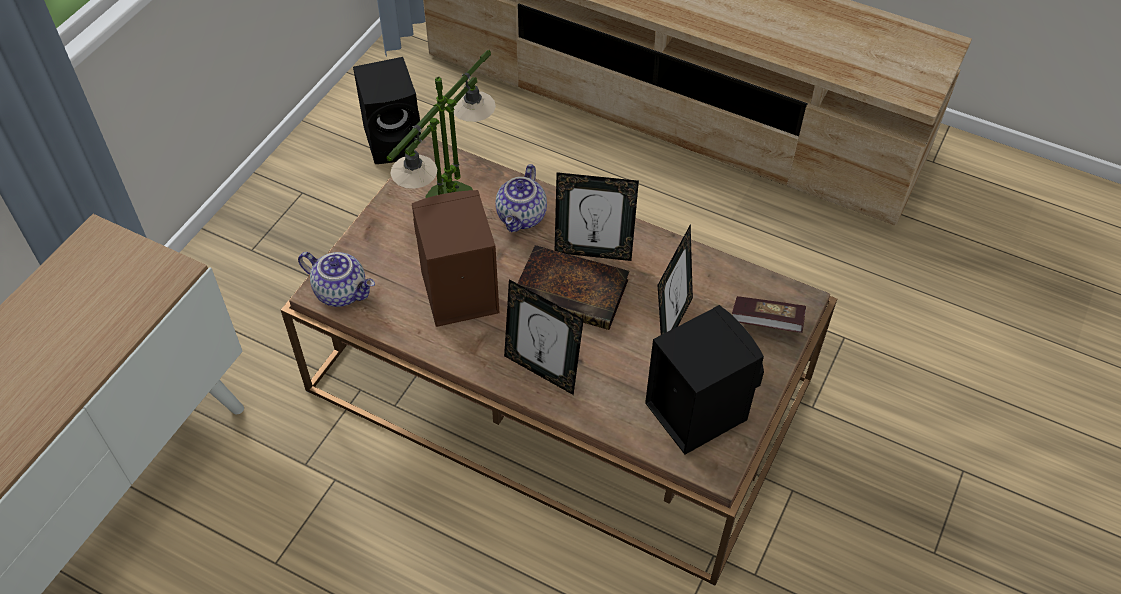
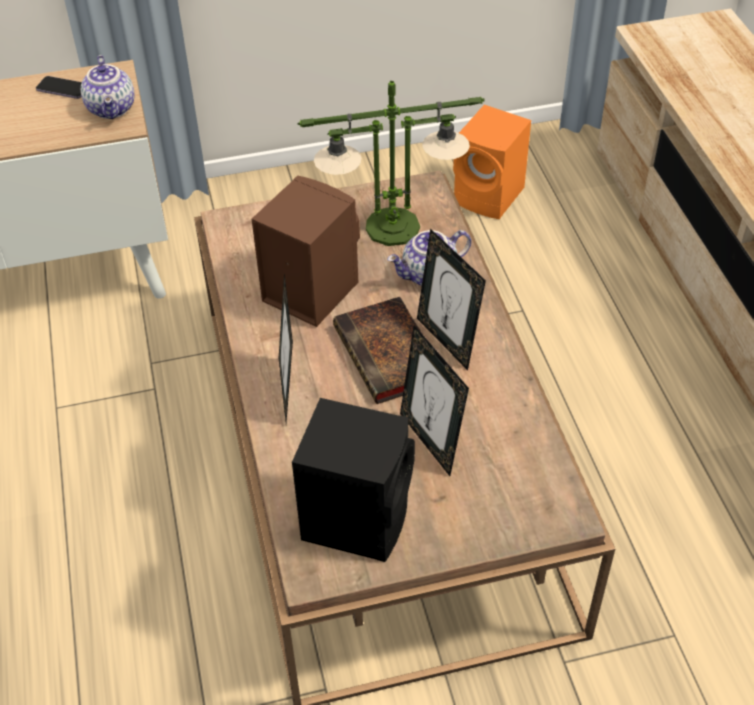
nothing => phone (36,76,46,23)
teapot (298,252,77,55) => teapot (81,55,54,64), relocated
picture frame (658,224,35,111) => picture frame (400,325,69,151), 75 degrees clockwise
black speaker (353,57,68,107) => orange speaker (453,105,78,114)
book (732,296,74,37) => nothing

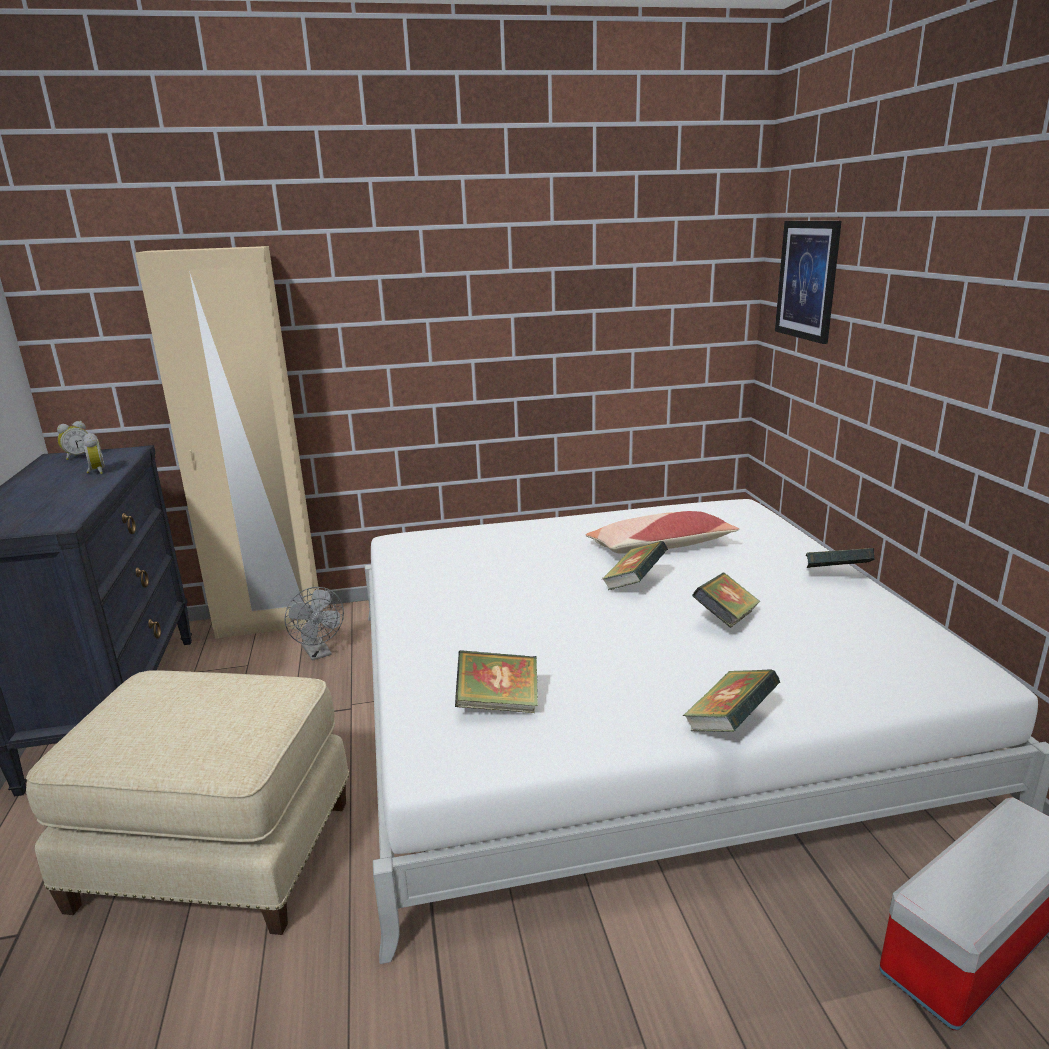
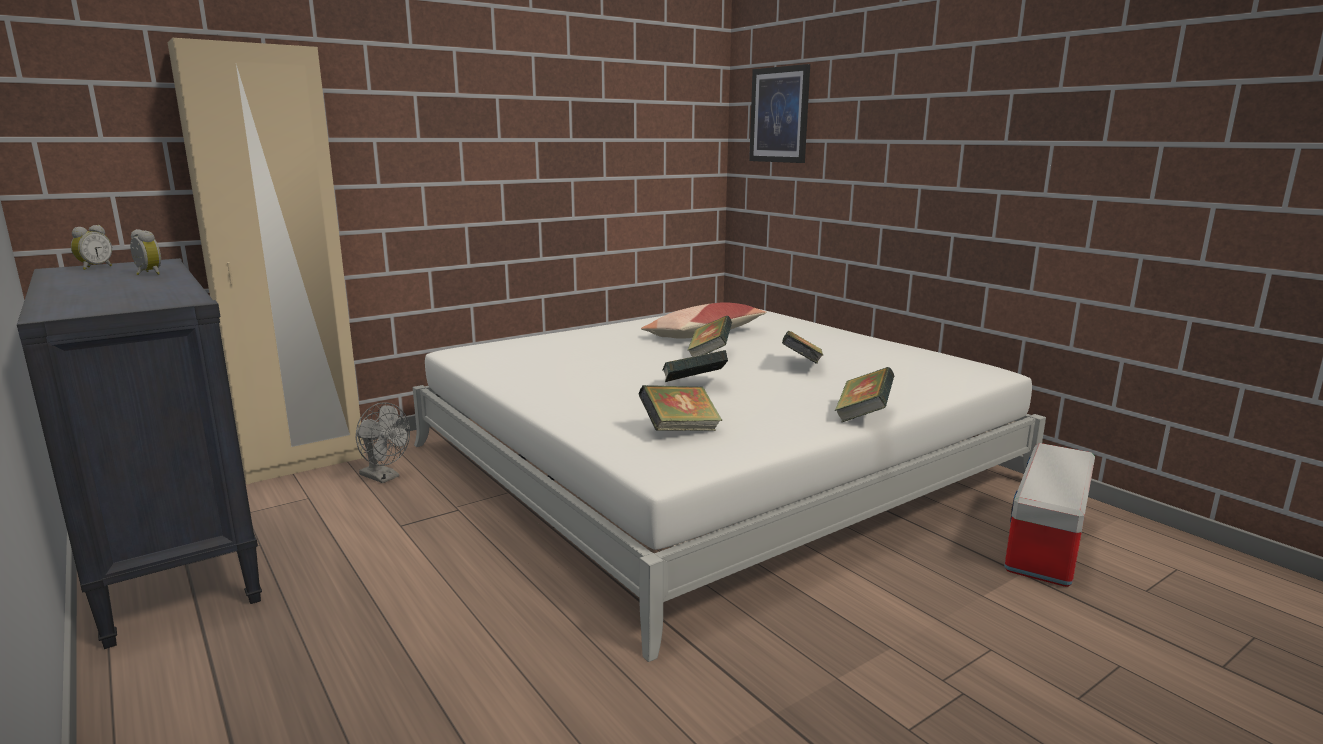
book (805,548,69,20) => book (662,350,66,32), relocated
beige ottoman (26,670,324,265) => nothing

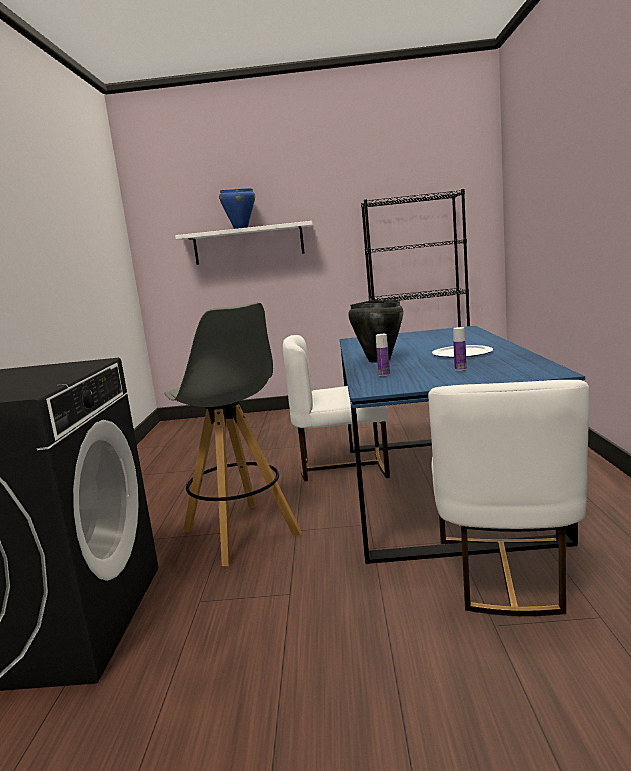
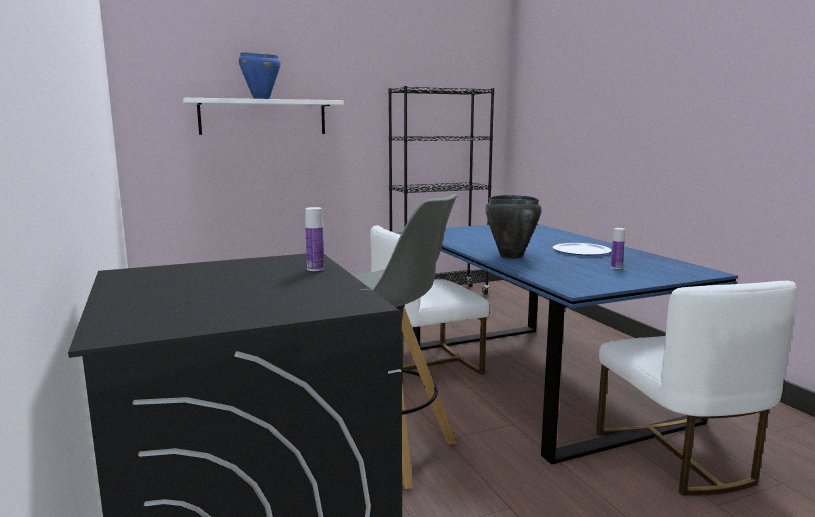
bottle (376,334,14,42) => bottle (305,207,19,64), relocated

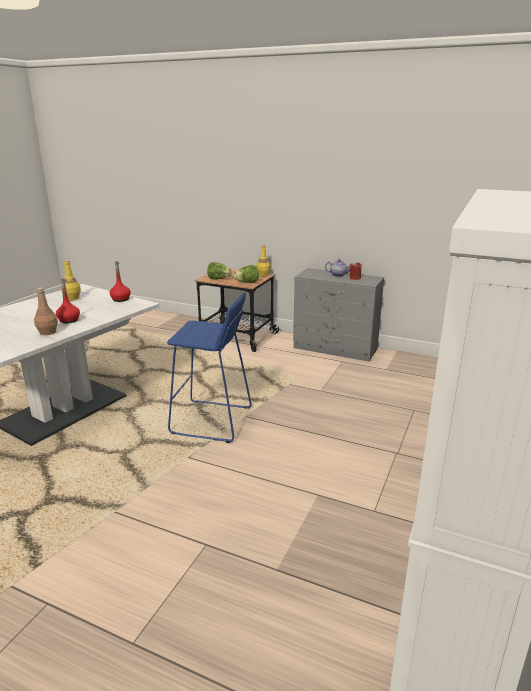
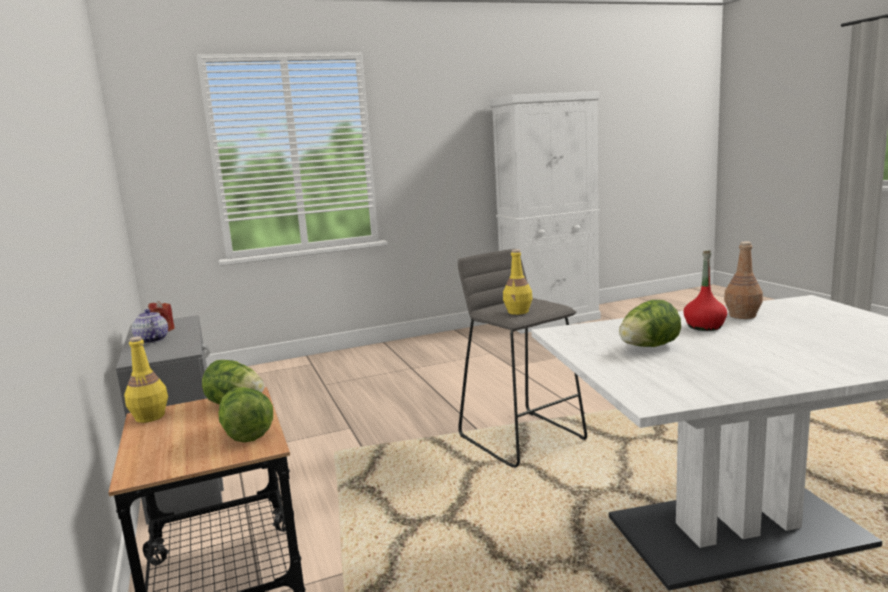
blue stool (167,292,84,151) => grey stool (458,249,129,219)
yellow bottle (61,260,20,41) => yellow bottle (503,249,29,66), relocated
nothing => lettuce (619,300,62,47)
red bottle (110,261,21,41) => nothing

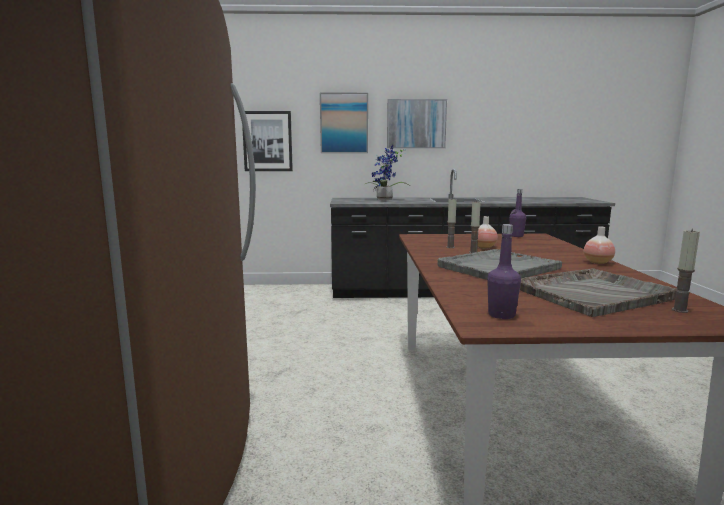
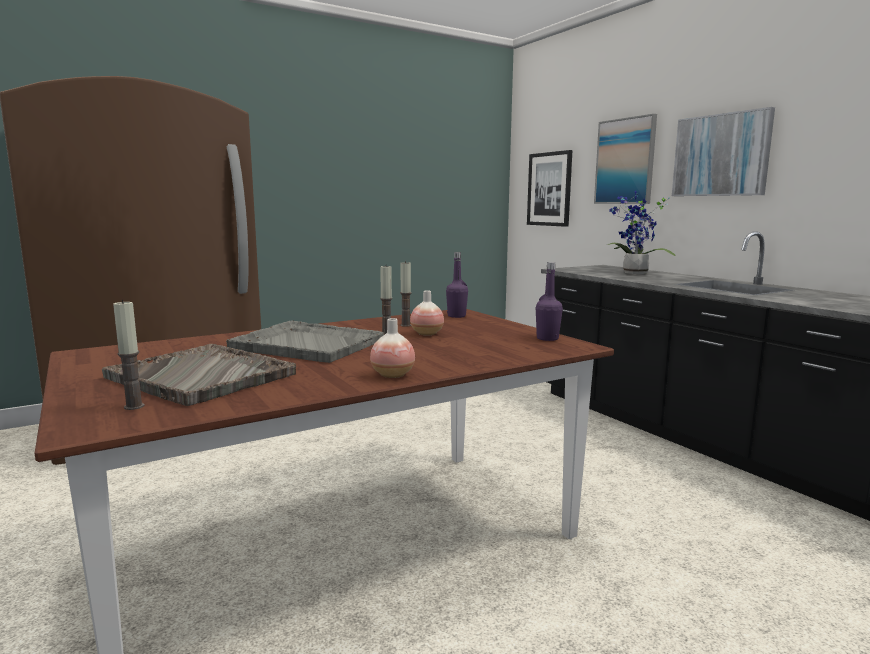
purple bottle (487,224,34,95) => purple bottle (446,252,22,66), relocated

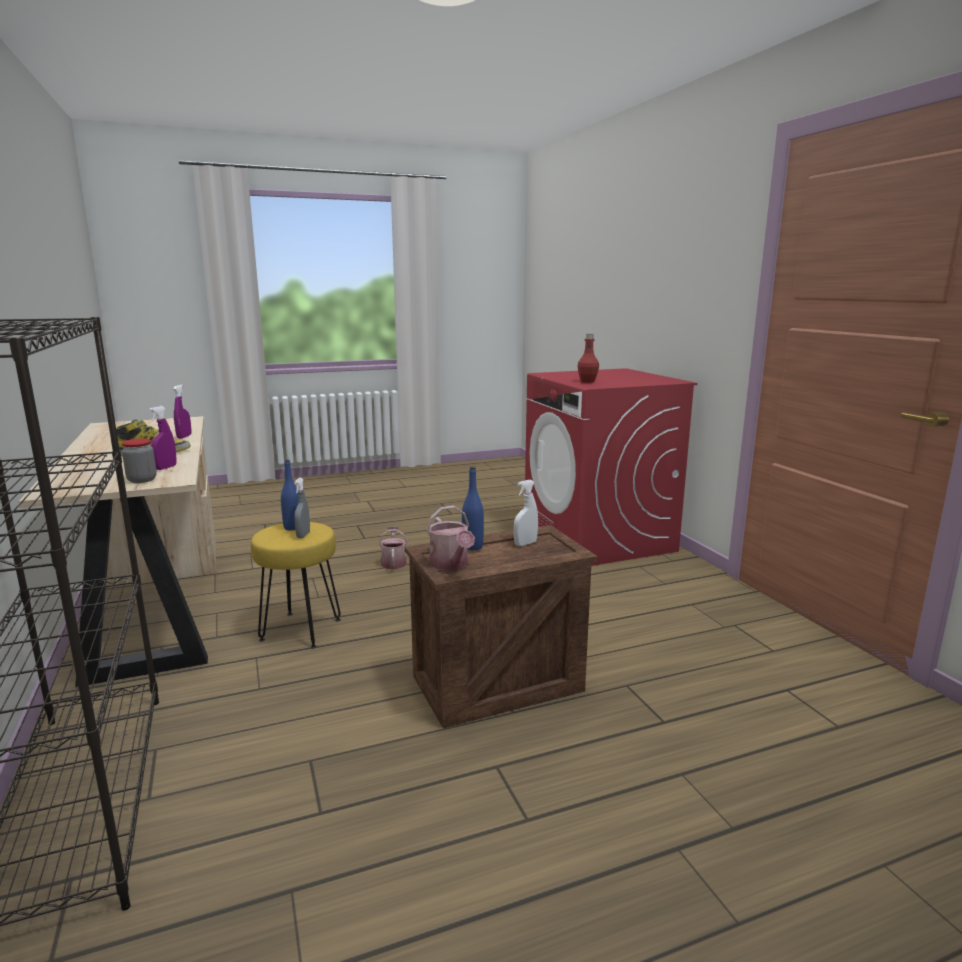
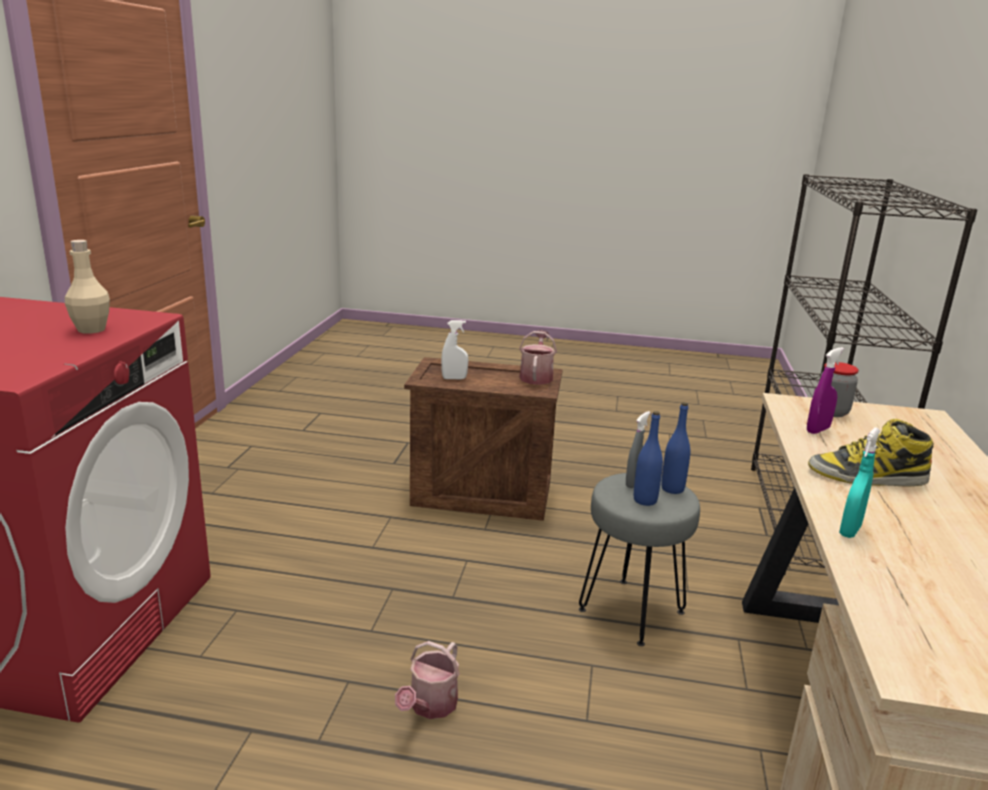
red bottle (578,334,21,49) => beige bottle (65,240,45,94)
yellow stool (251,522,90,126) => grey stool (579,473,121,173)
blue bottle (462,467,22,83) => blue bottle (661,402,29,92), relocated
purple spray bottle (173,384,19,55) => turquoise spray bottle (839,427,41,111)

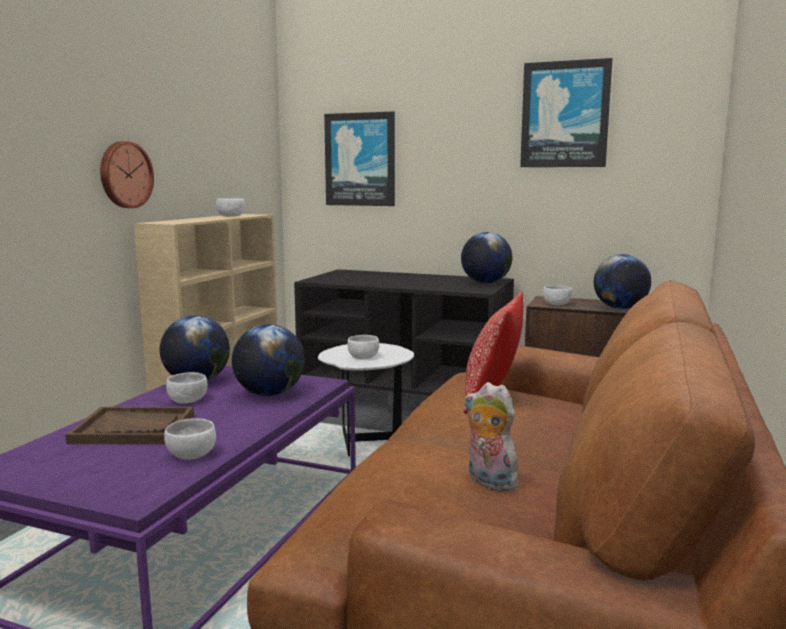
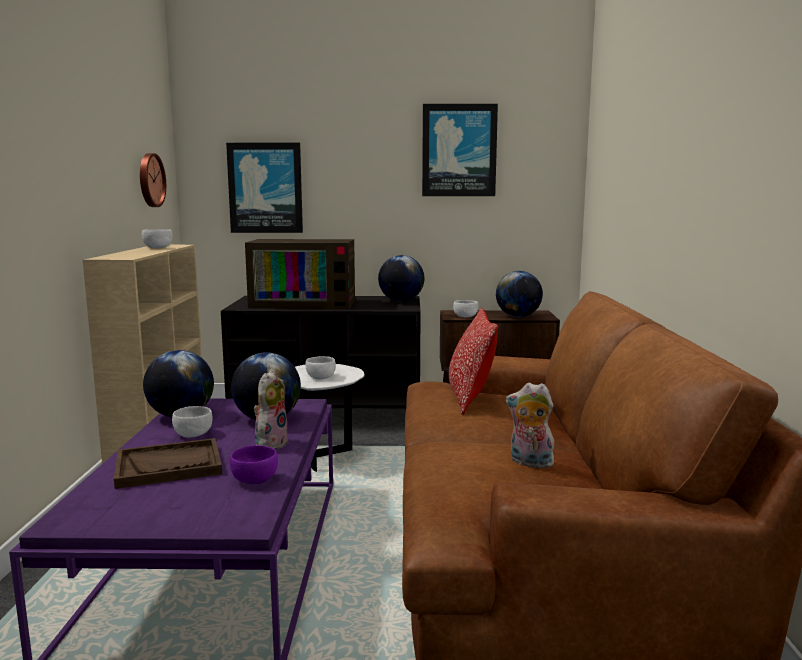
wall clock (100,141,54,67) => wall clock (140,153,26,54), relocated
white bowl (164,418,52,42) => purple bowl (230,445,48,39)
nothing => television (245,239,110,70)
nothing => plush toy (253,371,36,78)

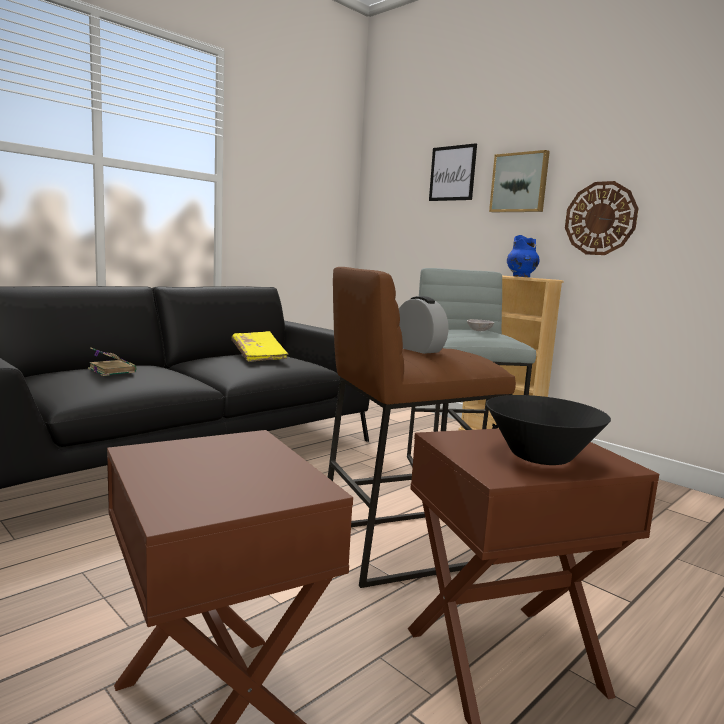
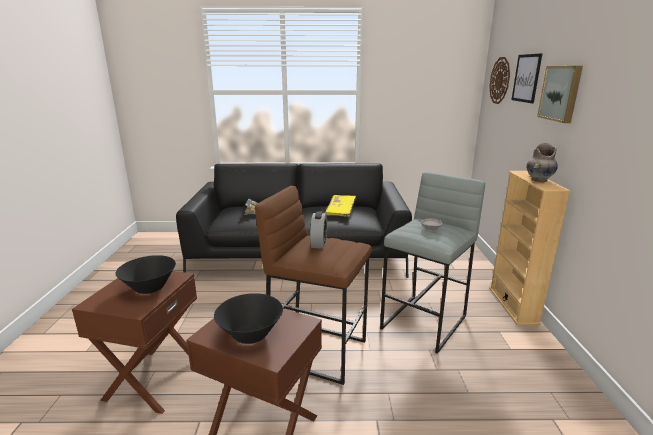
nothing => black bowl (115,255,61,39)
wall clock (565,181,74,74) => wall clock (489,57,21,47), relocated
blue vase (507,235,33,42) => grey vase (526,143,32,39)

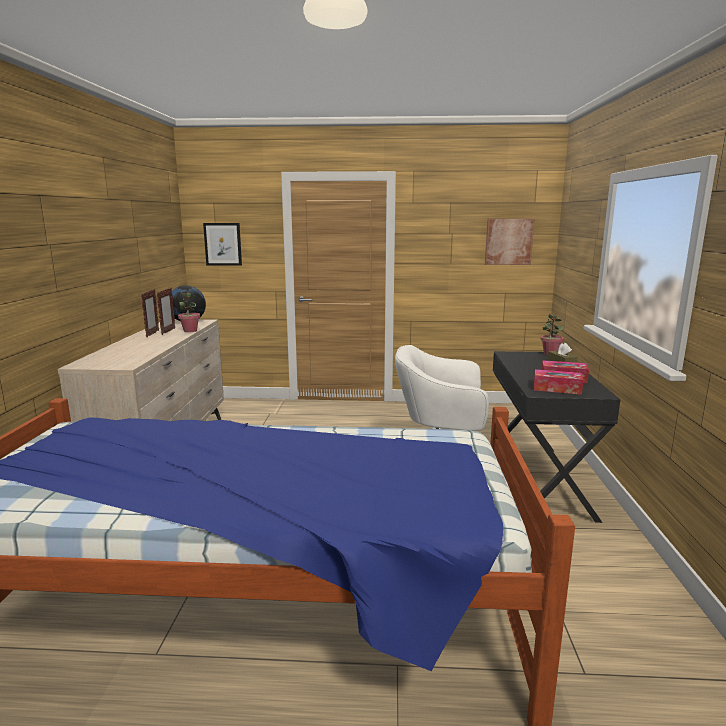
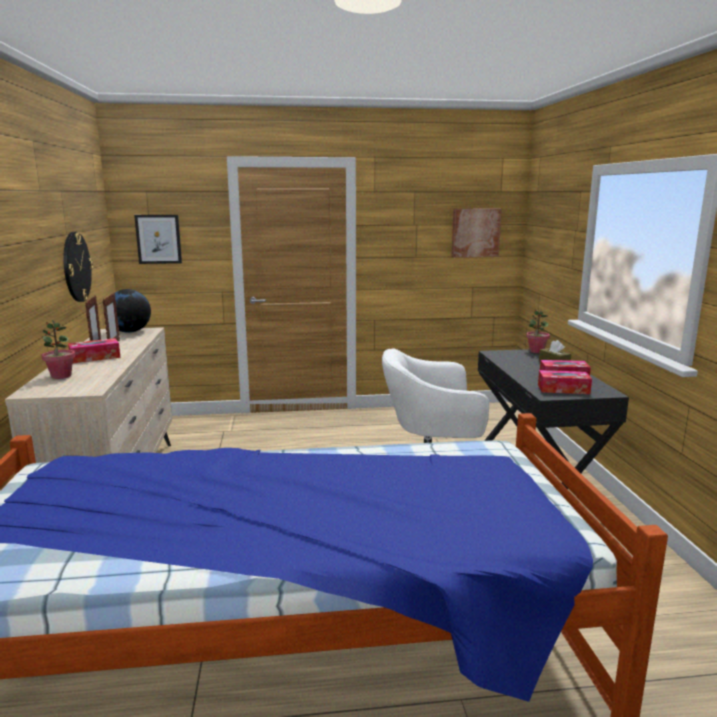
potted plant (178,291,22,41) => potted plant (41,320,34,59), relocated
nothing => wall clock (63,232,30,70)
nothing => tissue box (68,338,53,25)

